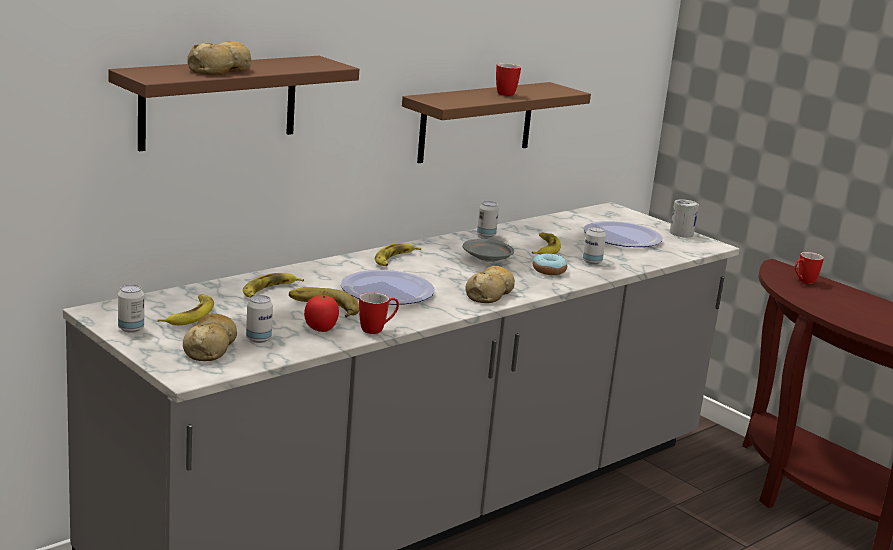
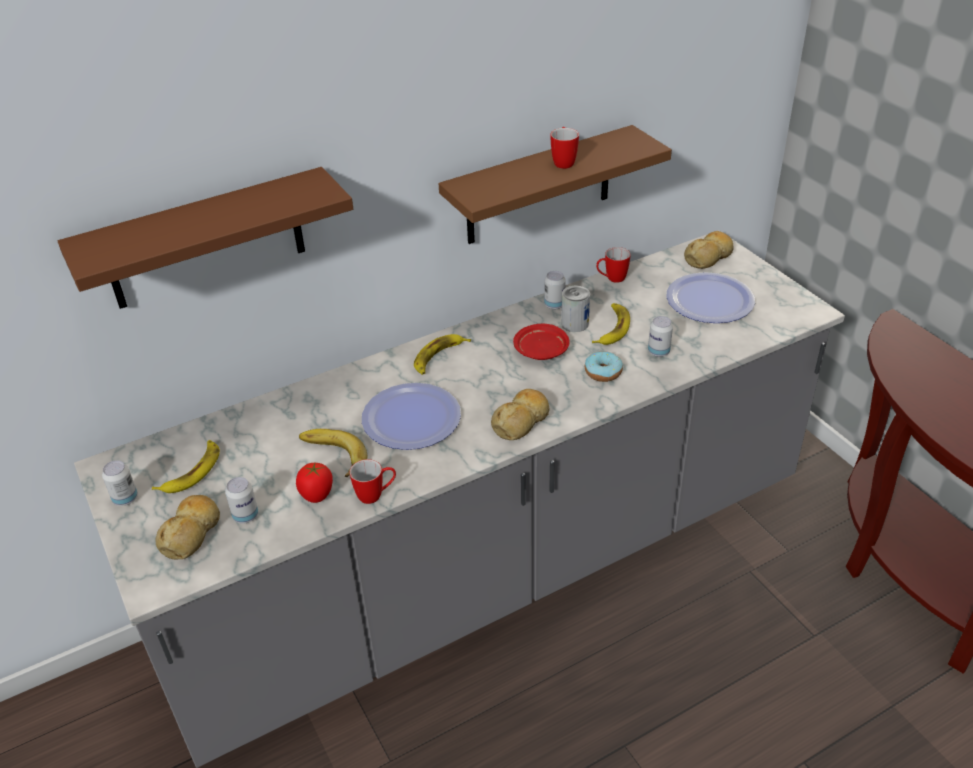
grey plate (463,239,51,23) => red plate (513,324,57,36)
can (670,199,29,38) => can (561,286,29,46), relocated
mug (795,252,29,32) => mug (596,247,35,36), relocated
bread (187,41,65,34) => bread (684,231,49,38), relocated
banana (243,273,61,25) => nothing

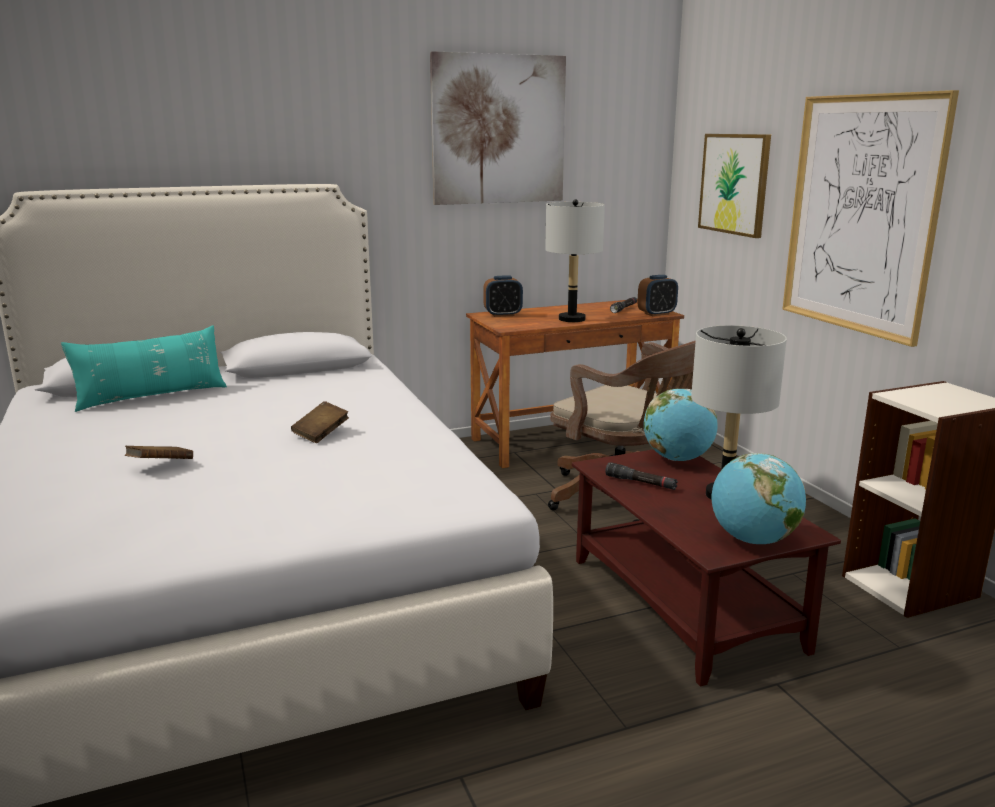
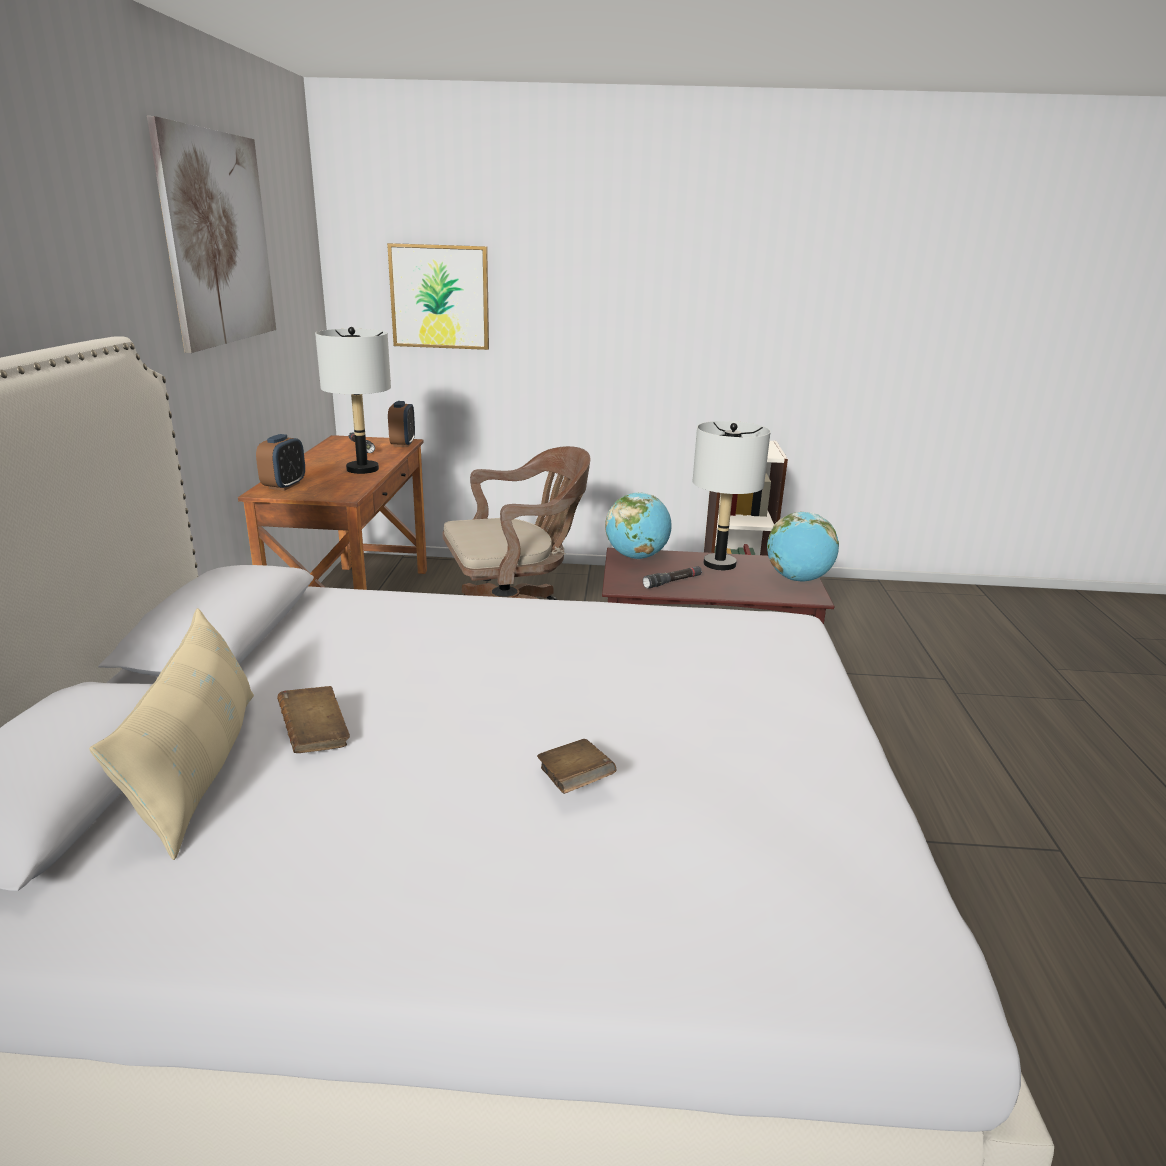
turquoise pillow (61,325,166,87) => beige pillow (89,608,165,252)
brown book (291,401,58,42) => brown book (277,686,73,67), relocated
picture (782,90,177,257) => nothing

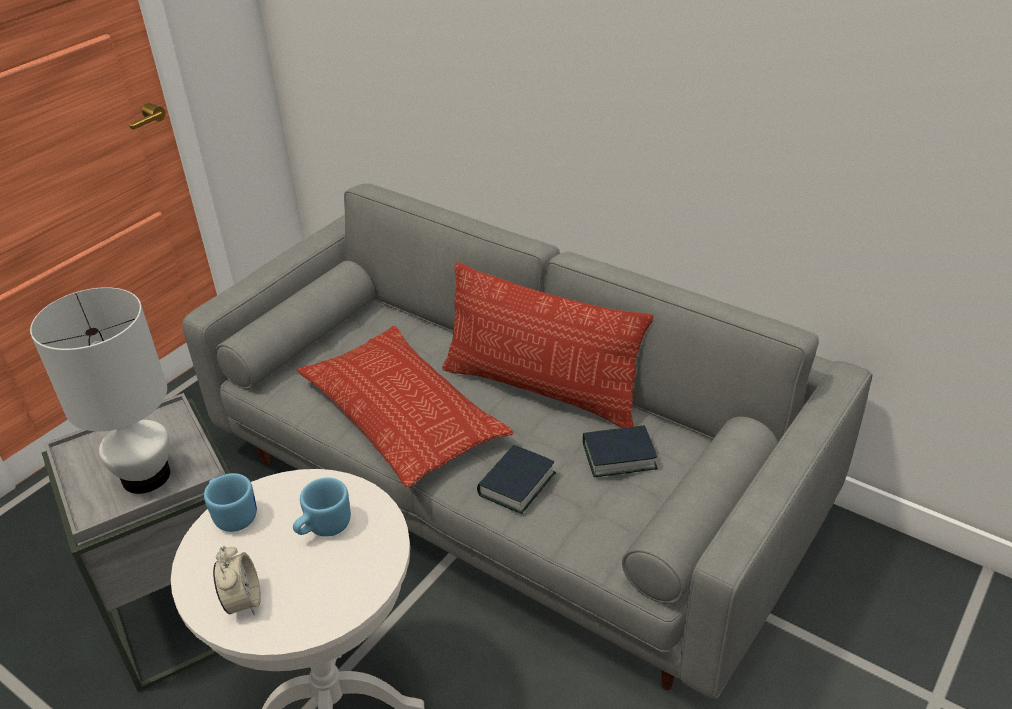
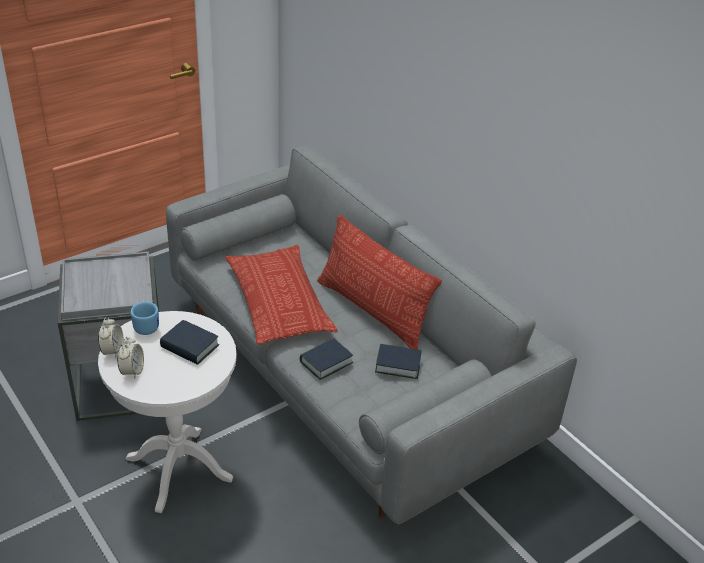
nothing => alarm clock (98,317,26,40)
blue mug (293,478,58,59) => book (160,320,59,45)
white table lamp (30,287,140,207) => nothing

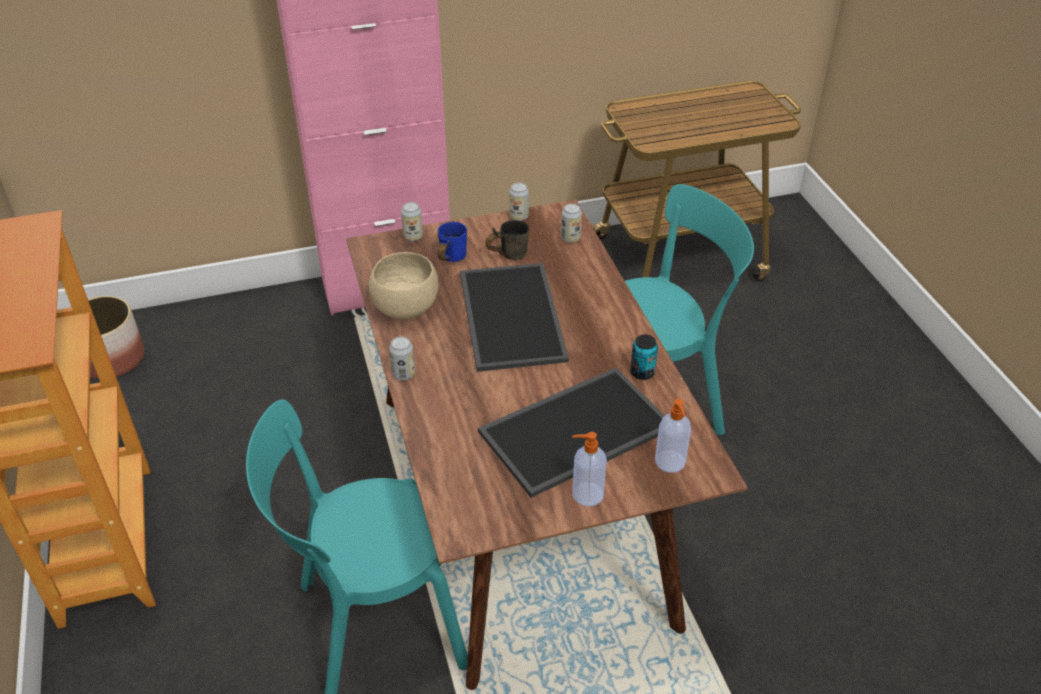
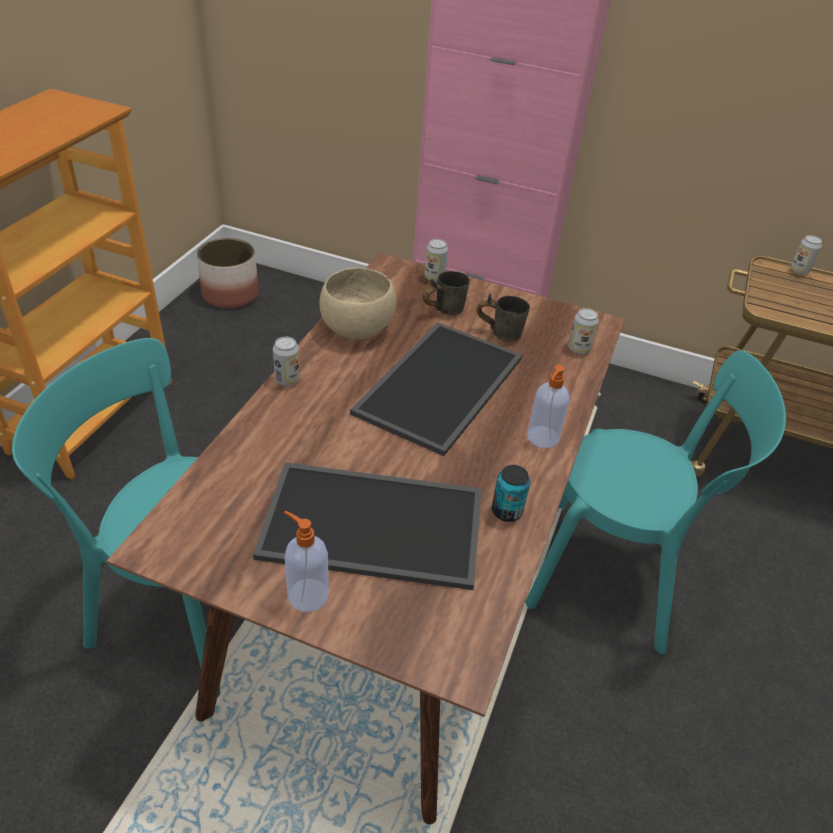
blue mug (438,222,29,40) => grey mug (422,271,48,44)
soap dispenser (655,399,36,74) => soap dispenser (527,365,43,83), relocated
can (509,183,20,38) => can (790,235,32,40), relocated

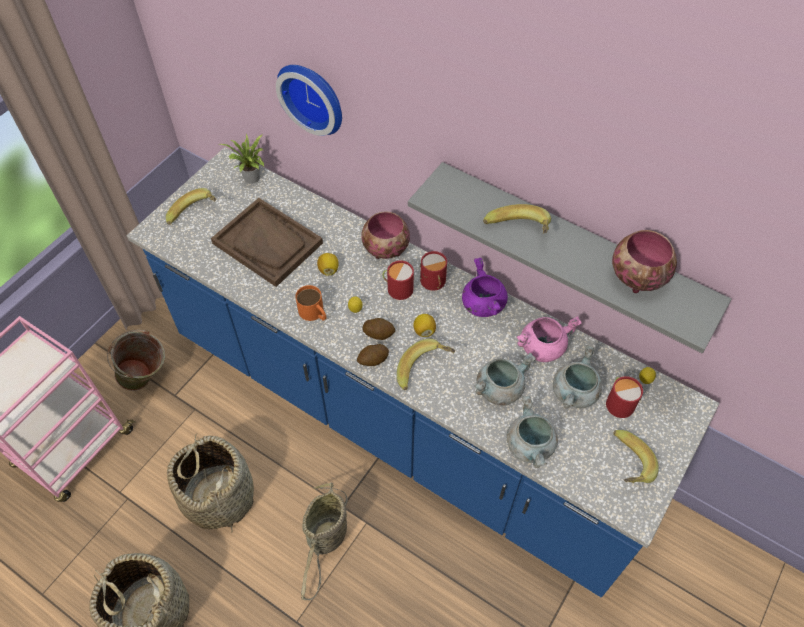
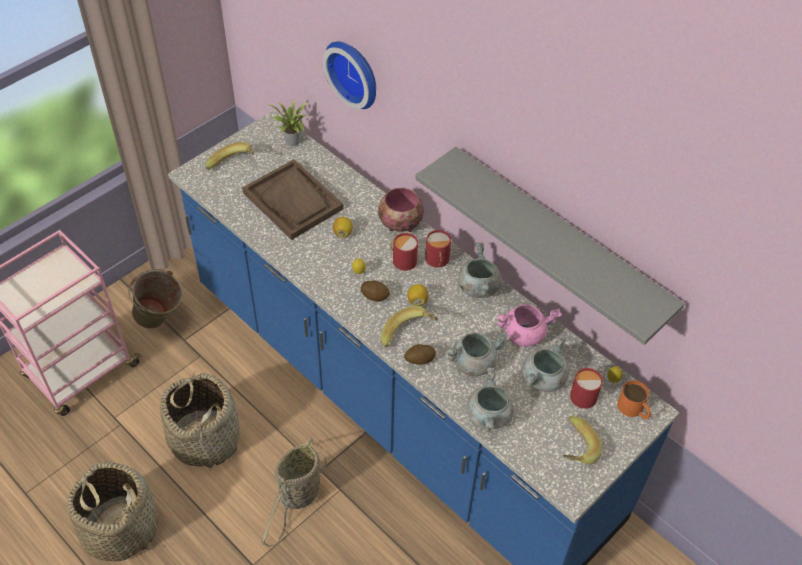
potato (357,344,32,22) => potato (404,344,32,21), relocated
purple cooking pot (462,258,46,59) => grey cooking pot (458,243,44,55)
orange mug (295,285,31,36) => orange mug (617,380,34,39), relocated
banana (483,204,68,30) => nothing
bowl (612,230,65,63) => nothing

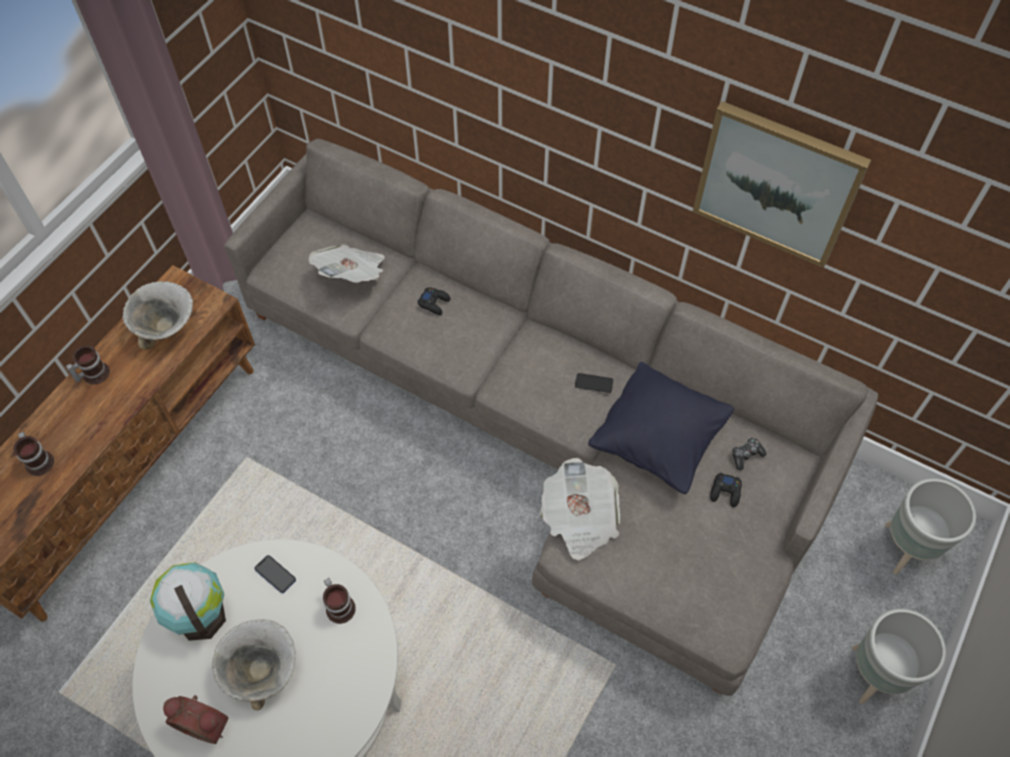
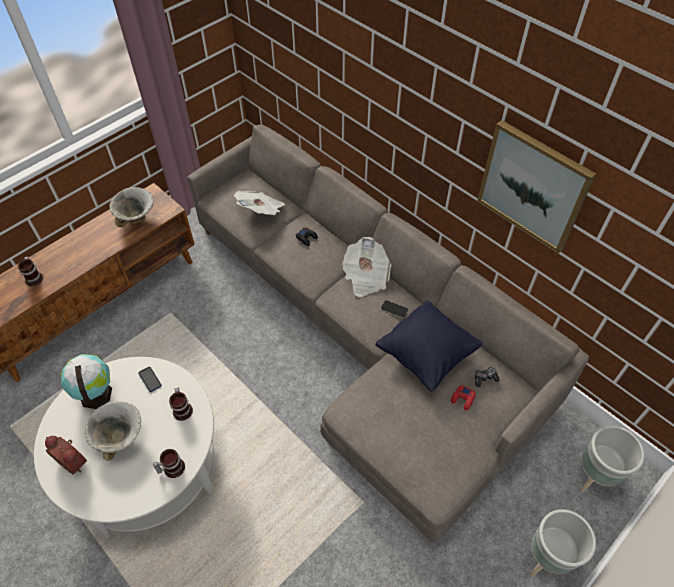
mug (66,345,44,39) => mug (153,449,32,29), relocated
newspaper (540,458,80,102) => newspaper (342,237,49,60), relocated
black game controller (710,473,32,34) => red game controller (451,385,25,25)

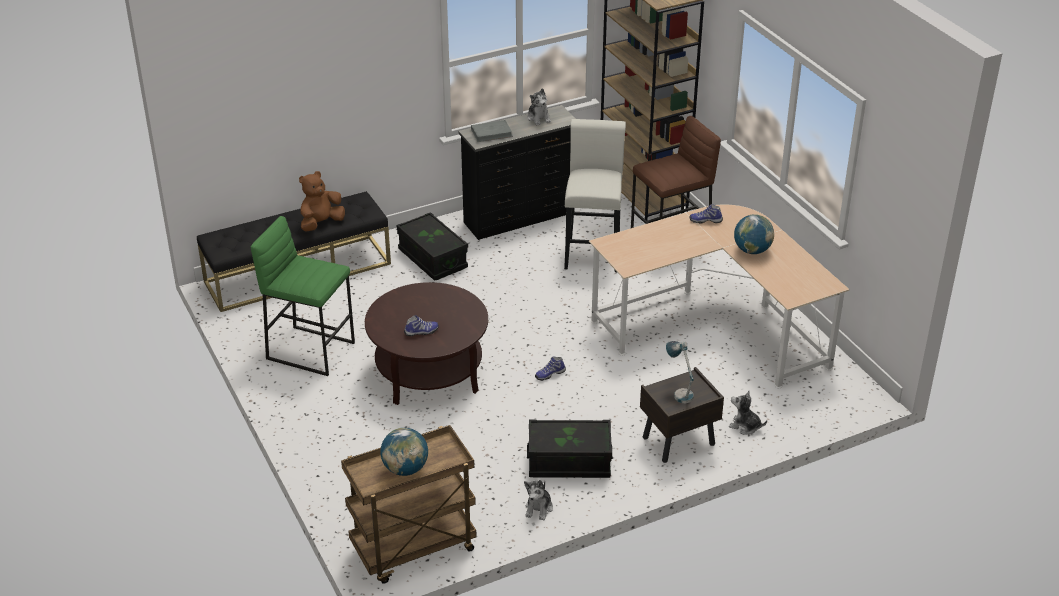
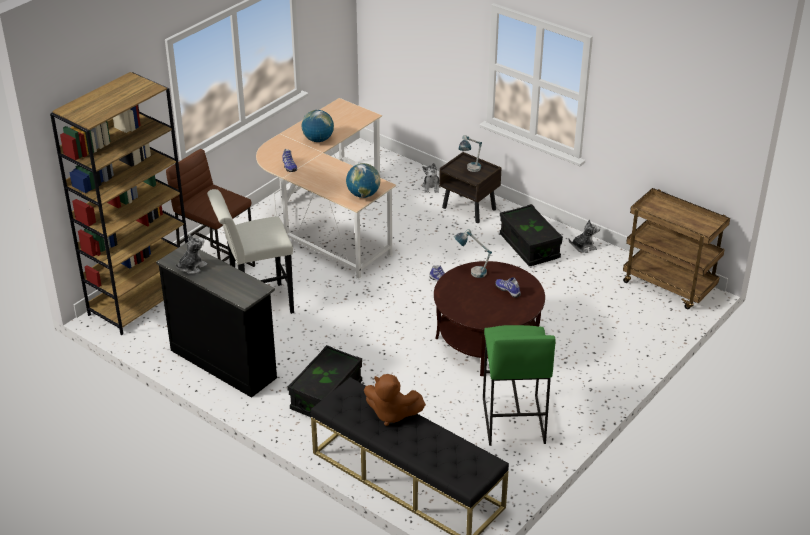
globe (380,428,48,48) => globe (346,163,34,35), relocated
nothing => table lamp (454,229,38,49)
grey book (471,120,42,22) => nothing

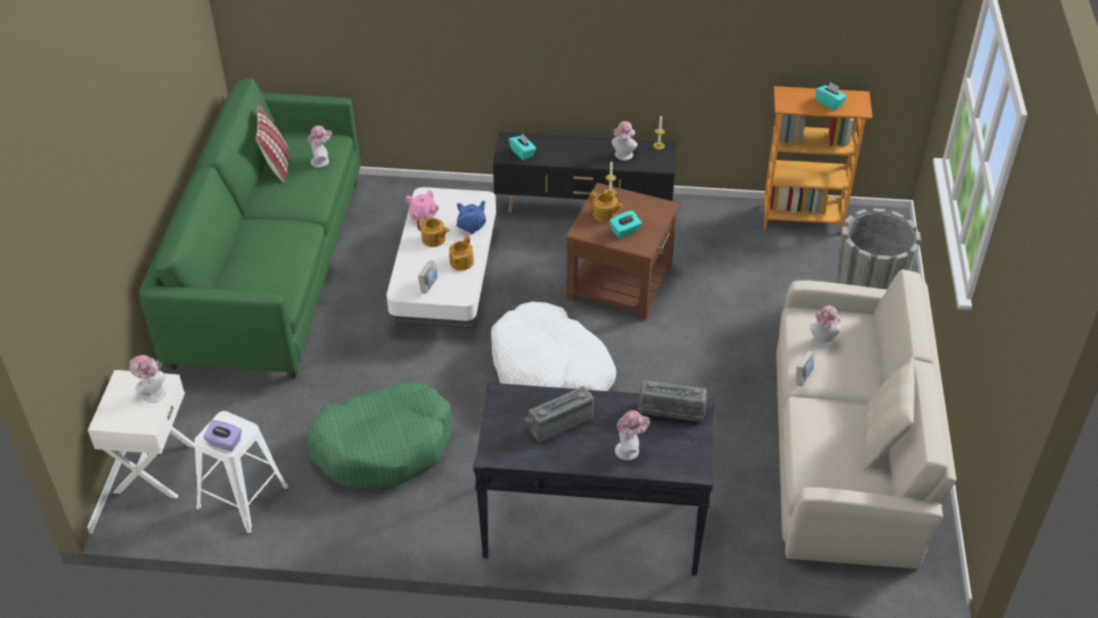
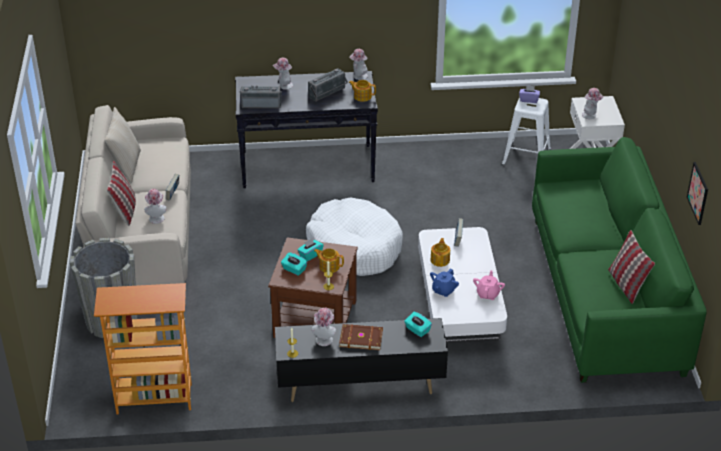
nothing => pillow (107,161,29,65)
turquoise tissue box (816,82,31,28) => turquoise tissue box (281,252,27,24), relocated
nothing => brown book (339,324,44,26)
teapot (417,217,33,30) => teapot (349,80,27,22), relocated
hat (308,125,24,43) => hat (350,49,18,31), relocated
nothing => picture (687,162,21,63)
green dog bed (307,382,146,107) => nothing

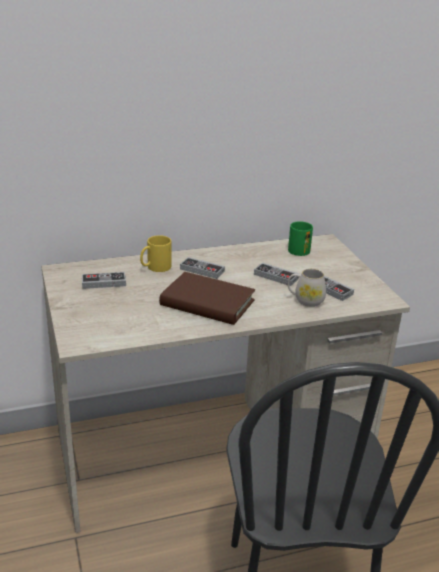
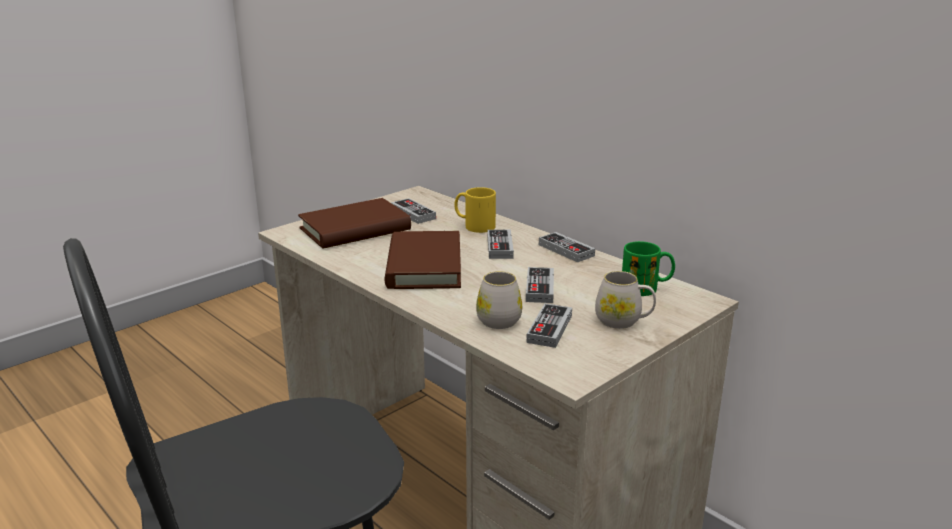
nothing => brown book (298,198,113,51)
nothing => game controller (539,232,56,30)
nothing => white mug (595,271,61,58)

